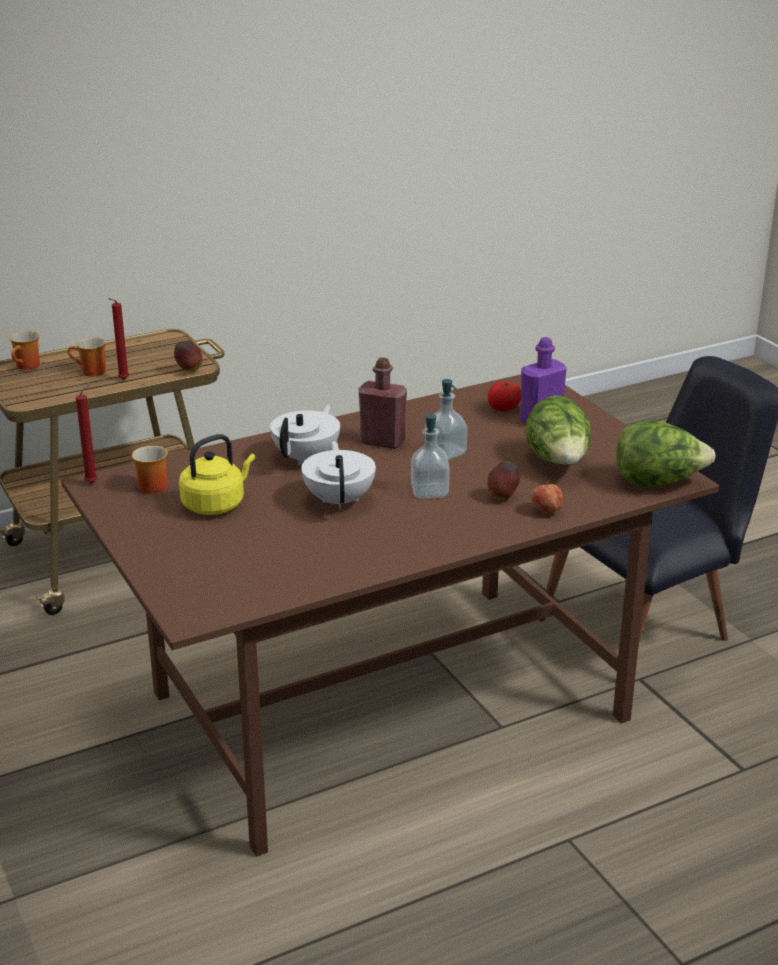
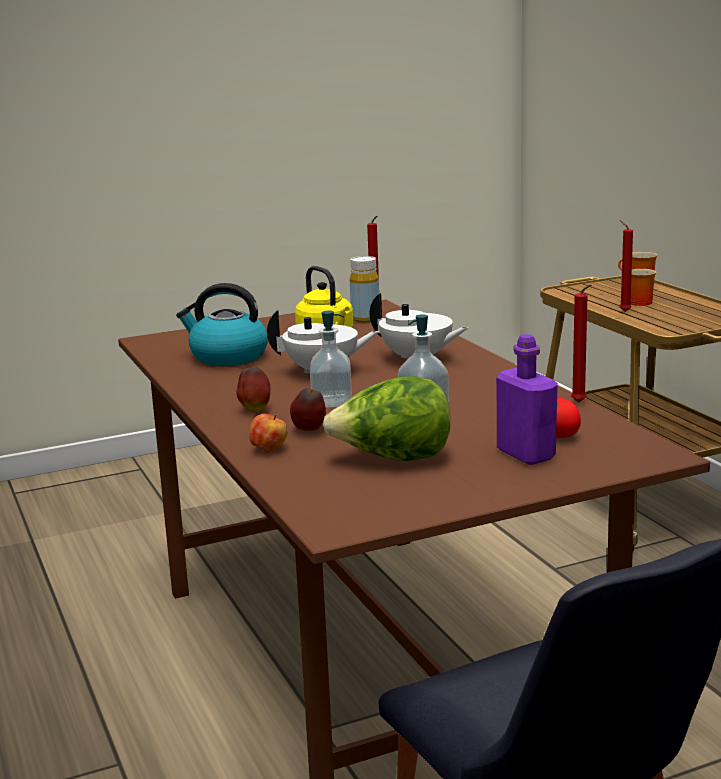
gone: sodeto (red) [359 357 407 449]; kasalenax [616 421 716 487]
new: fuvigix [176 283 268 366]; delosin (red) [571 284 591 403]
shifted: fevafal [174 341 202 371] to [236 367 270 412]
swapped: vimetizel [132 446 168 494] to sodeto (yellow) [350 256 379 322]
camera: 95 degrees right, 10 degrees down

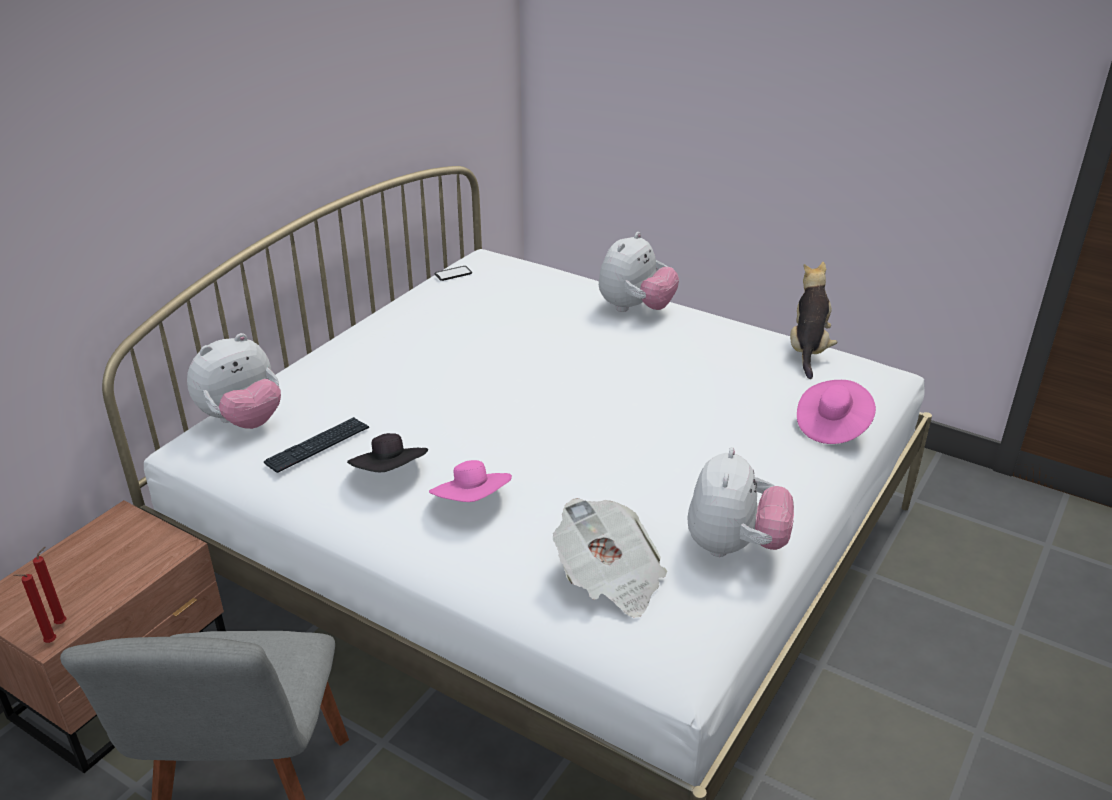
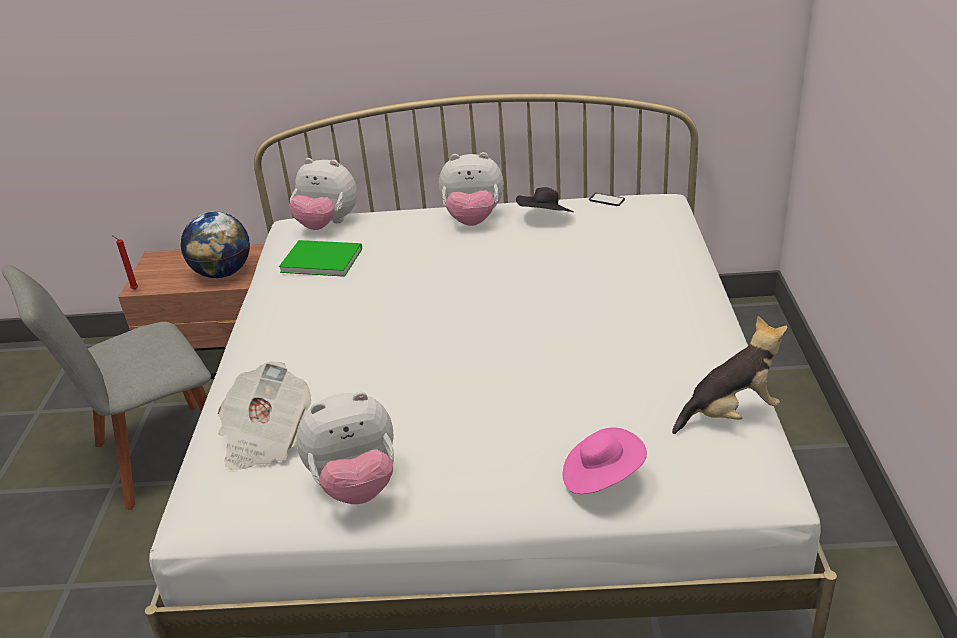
gone: delosin (red) [33 547 67 624]; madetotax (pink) [429 460 512 502]
new: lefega [181 212 250 278]
shifted: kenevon [599 232 679 312] to [439 152 504 226]; madetotax (black) [347 433 428 472] to [516 187 574 212]
swapped: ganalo [263 417 369 473] to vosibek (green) [279 240 362 277]
camera: 60 degrees right, 0 degrees up

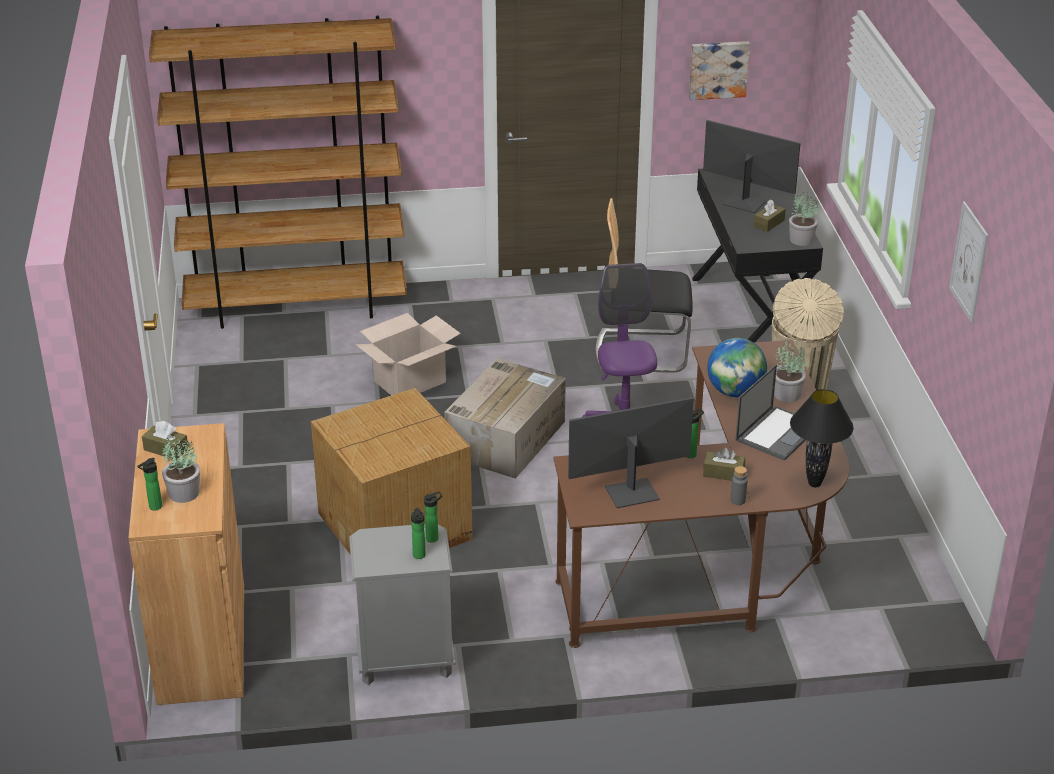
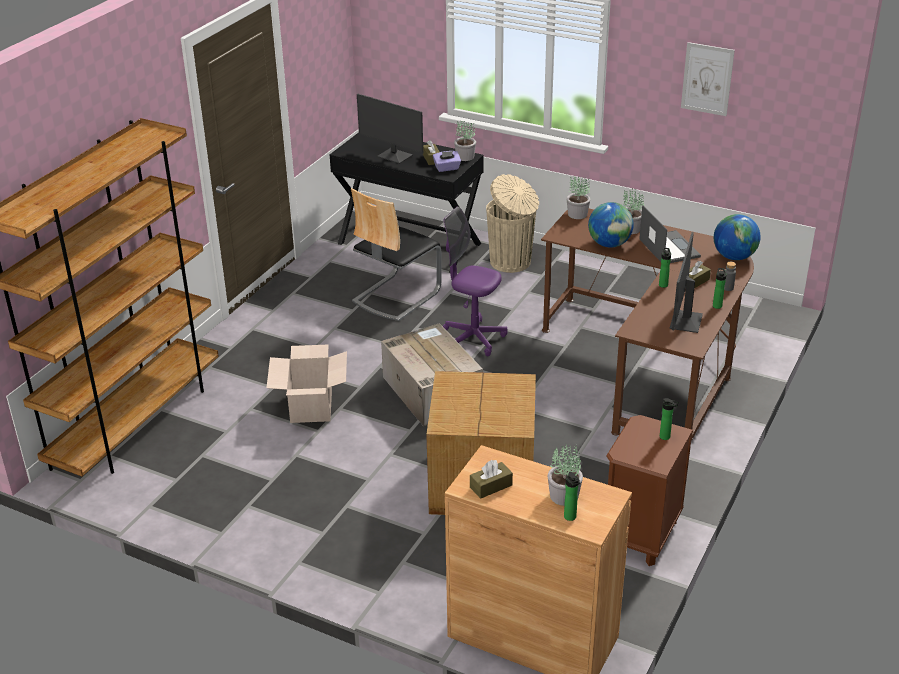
gone: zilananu [689 41 750 100]
new: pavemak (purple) [433 151 461 172]; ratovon [567 176 590 219]
shifted: sodeto [424 491 442 543] to [713 268 726 309]
swapped: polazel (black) [790 389 854 487] to lefega [714 214 760 260]
repainted: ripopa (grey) [349 524 456 685] to ripopa (brown) [606 415 693 566]
rotated: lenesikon [703 120 801 213] = [357 94 423 164] 120 degrees counterclockwise
camera: 55 degrees left, 0 degrees up

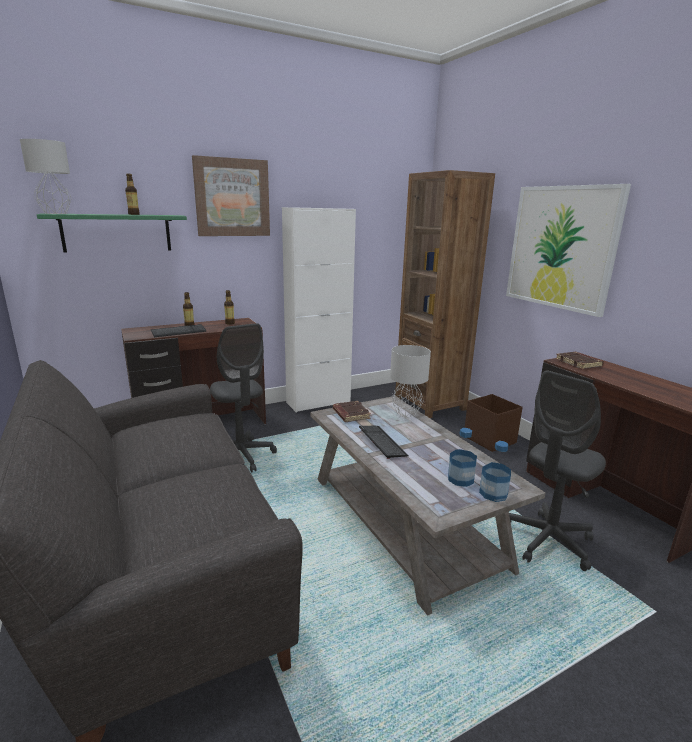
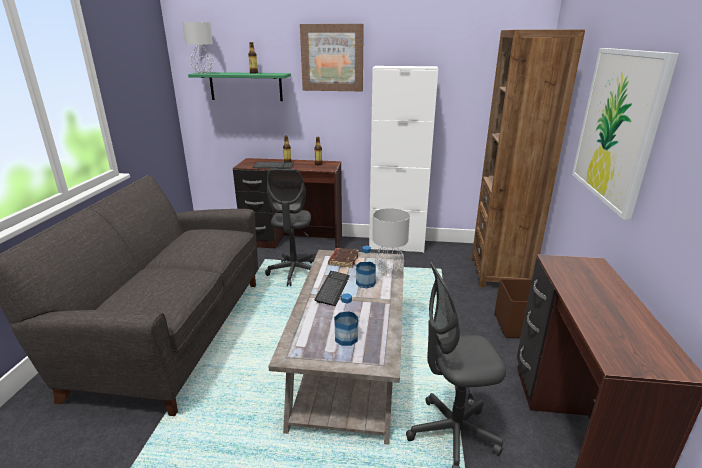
gone: vosibek (brown) [555 352 604 369]
shifted: sodeto [479 441 511 502] to [356 246 376 288]
camera: 35 degrees right, 5 degrees up

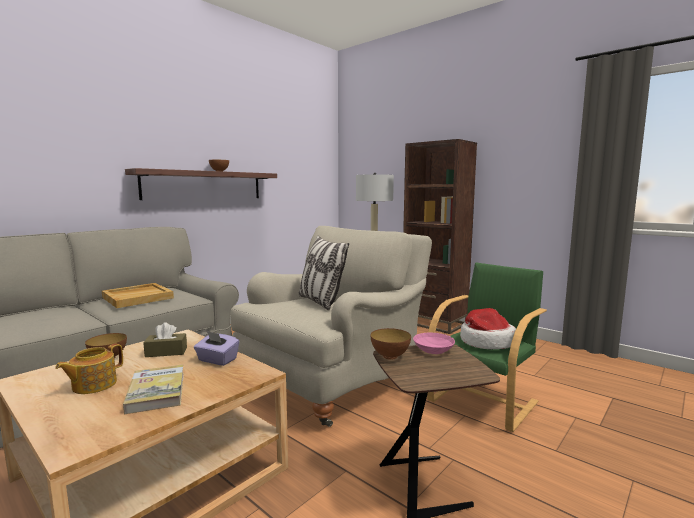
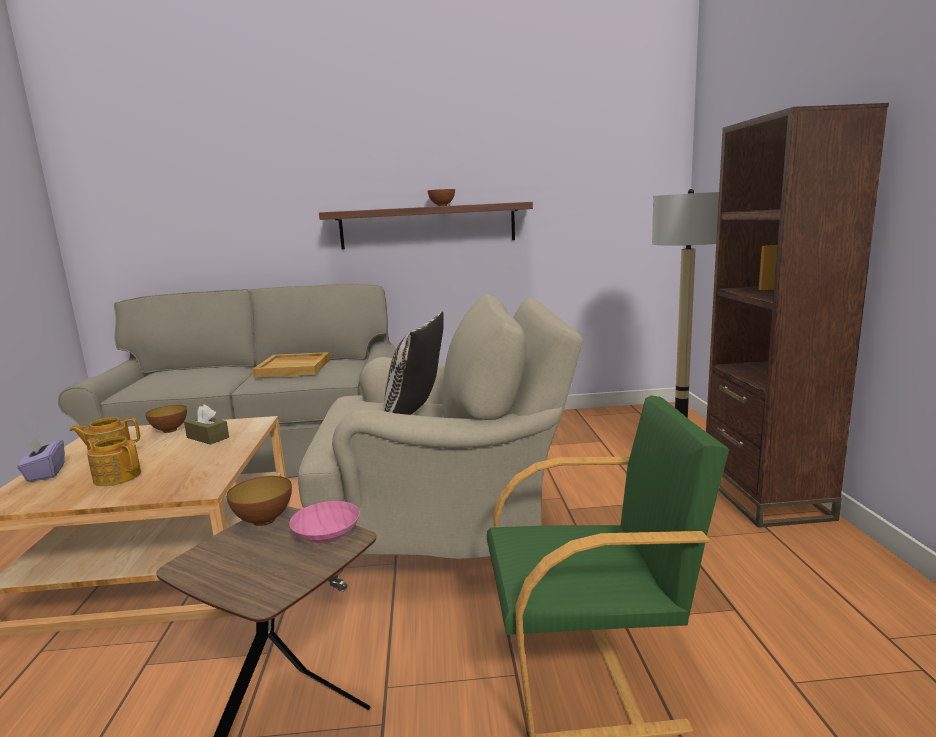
gone: madetotax [460 308 516 349]
shifted: pavemak (purple) [194 331 240 366] to [17 436 65 482]
swapped: vosibek [123 365 184 414] to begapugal [86 436 141 486]
camera: 45 degrees right, 5 degrees up

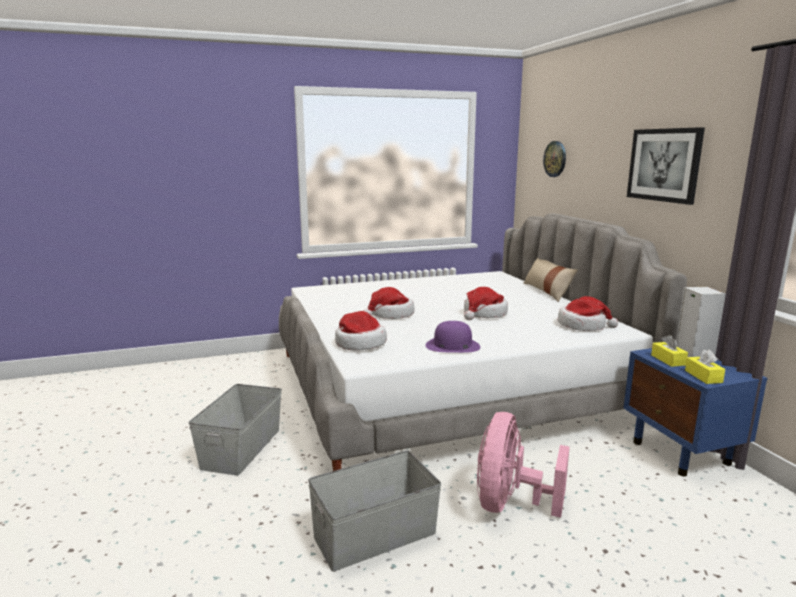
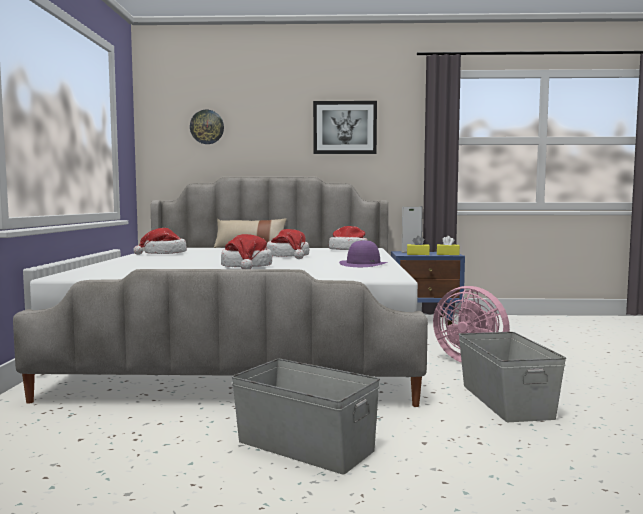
shifted: madetotax [335 311 387 351] to [133 228 187 255]
camera: 70 degrees left, 10 degrees down

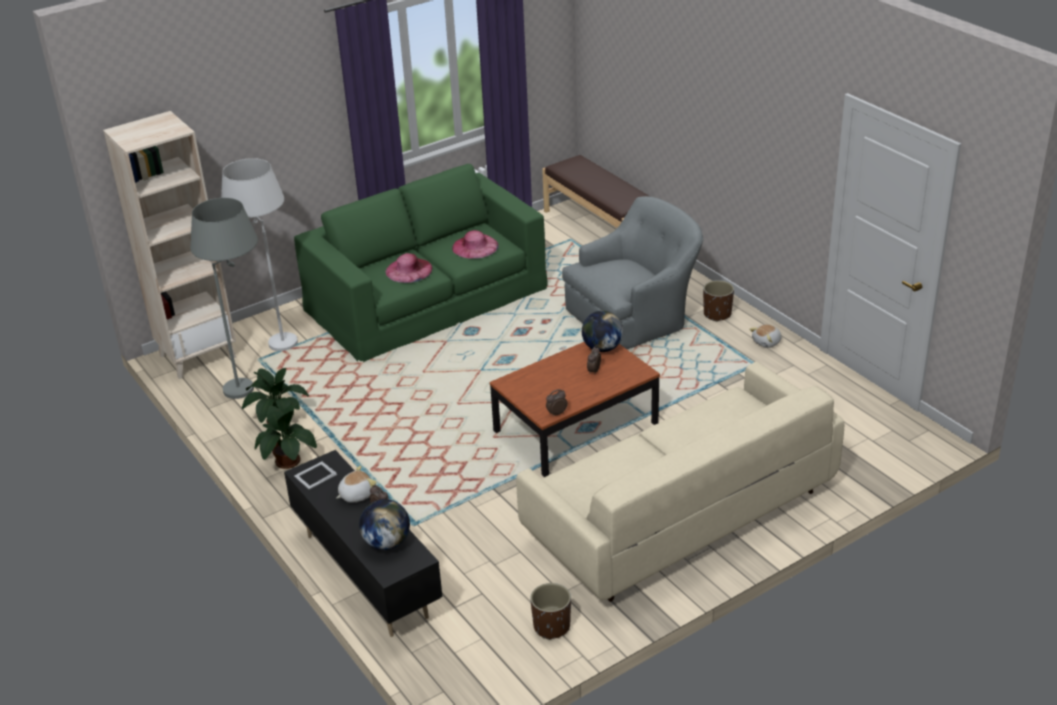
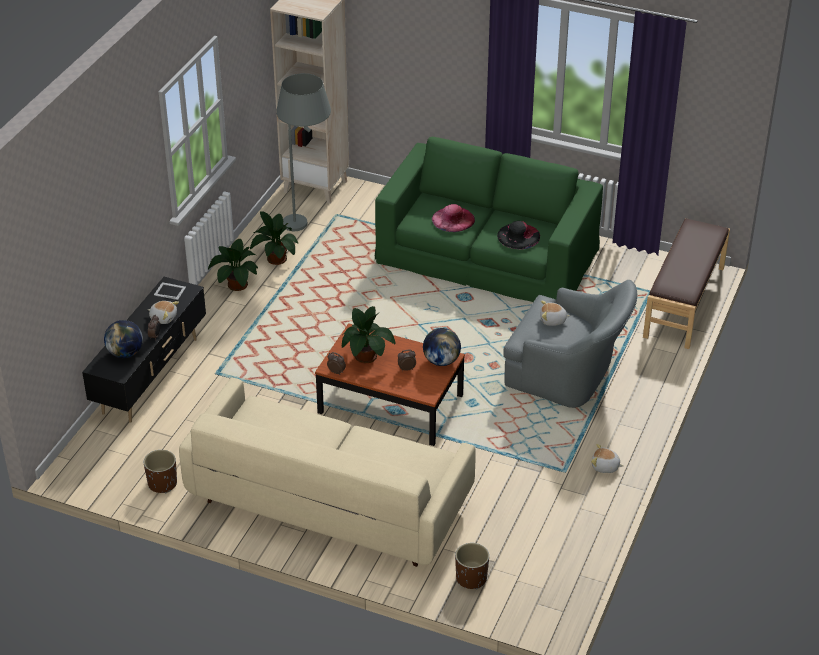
gone: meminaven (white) [221 158 298 351]
new: ratovon [341 306 396 363]; kenevon [540 301 570 326]
shifted: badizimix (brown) [703 280 734 322] to [455 543 489 589]
repainted: madetotax (pink) [452 230 499 259] to madetotax (black) [497 221 540 249]
camera: 55 degrees right, 5 degrees up

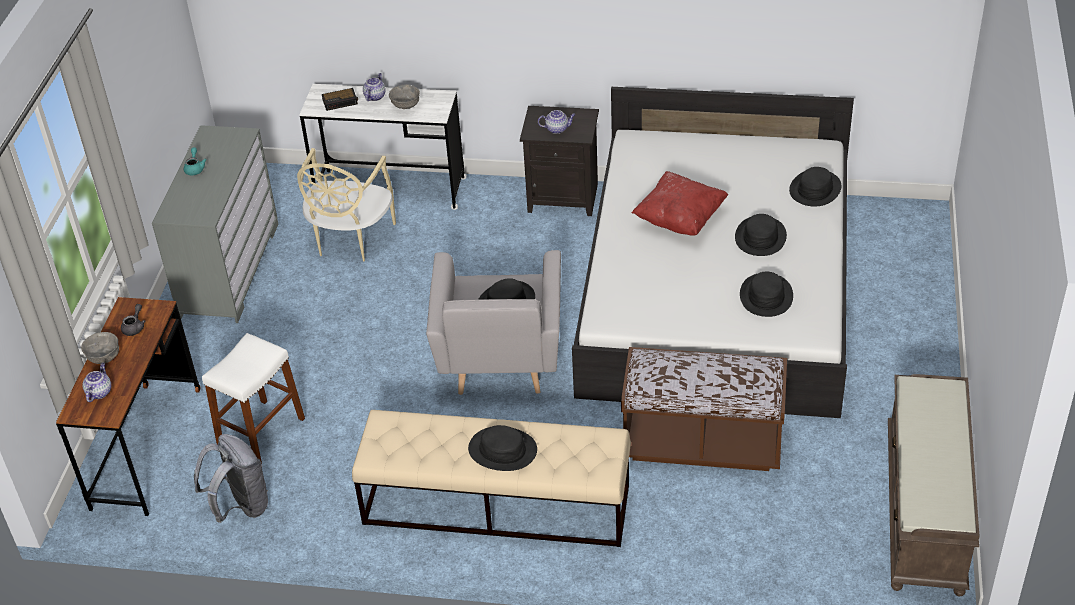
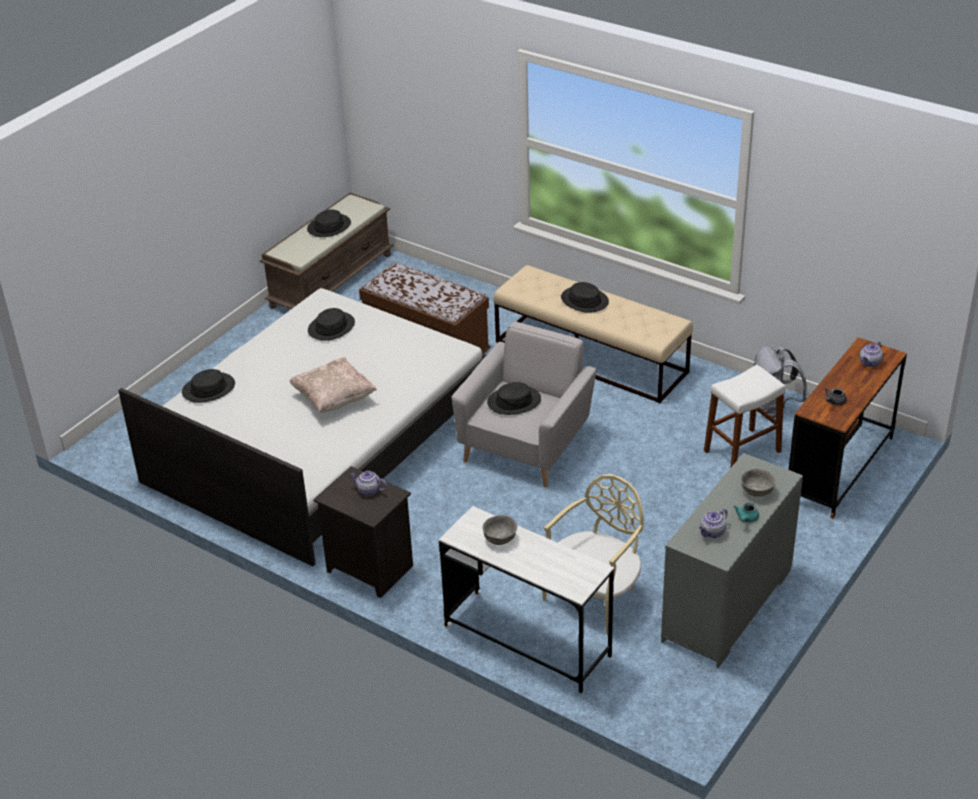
gone: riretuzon [322 88 358 111]
shifted: madetotax (black) [735 214 787 256] to [307 209 351 237]; begapugal [363 73 386 101] to [699 508 728 538]; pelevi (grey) [81 332 119 364] to [741 469 776 497]
repainted: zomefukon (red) [632 171 728 236] to zomefukon (beige) [289 357 377 413]
camera: 155 degrees left, 5 degrees down

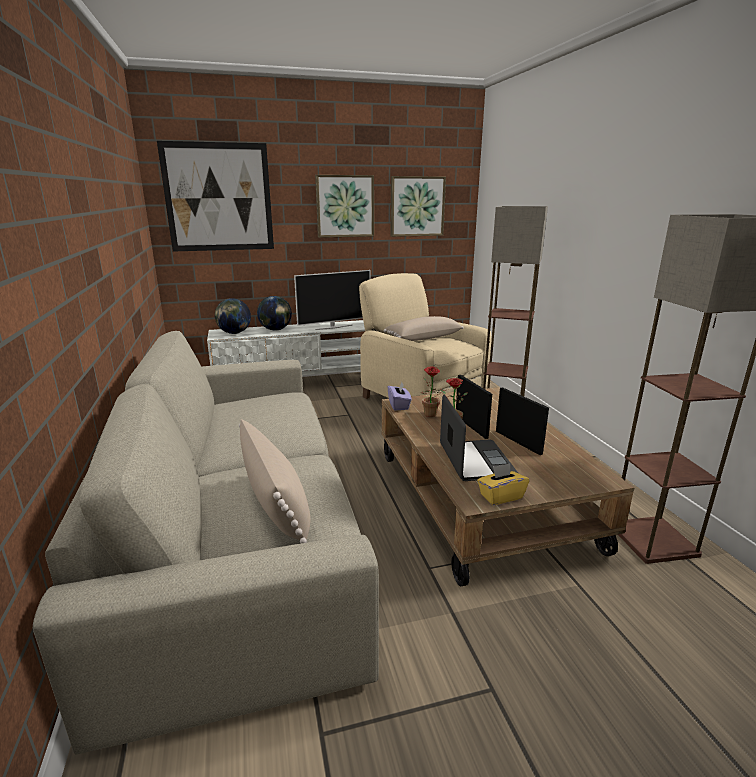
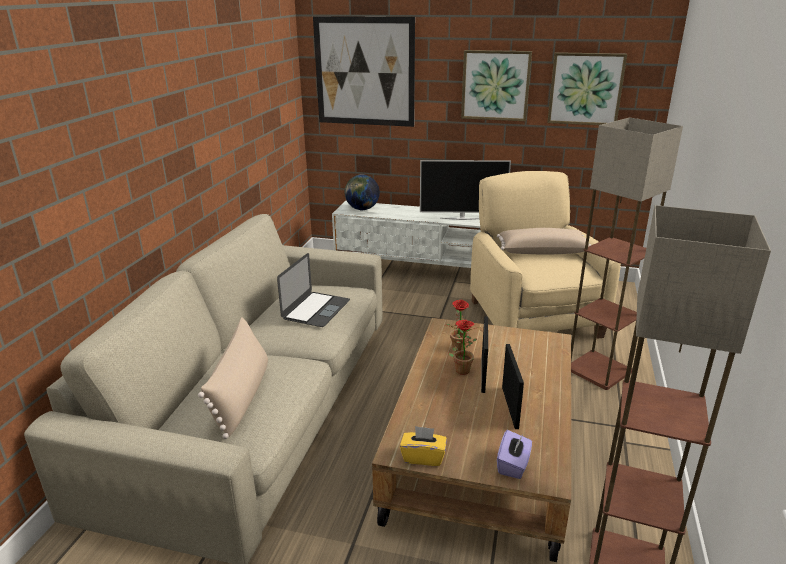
gone: lefega [257 296 292 331]
shifted: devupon [440 395 519 481] to [277 253 350 327]; pavemak (purple) [387 382 412 410] to [497 430 532 479]
camera: 30 degrees right, 5 degrees up

